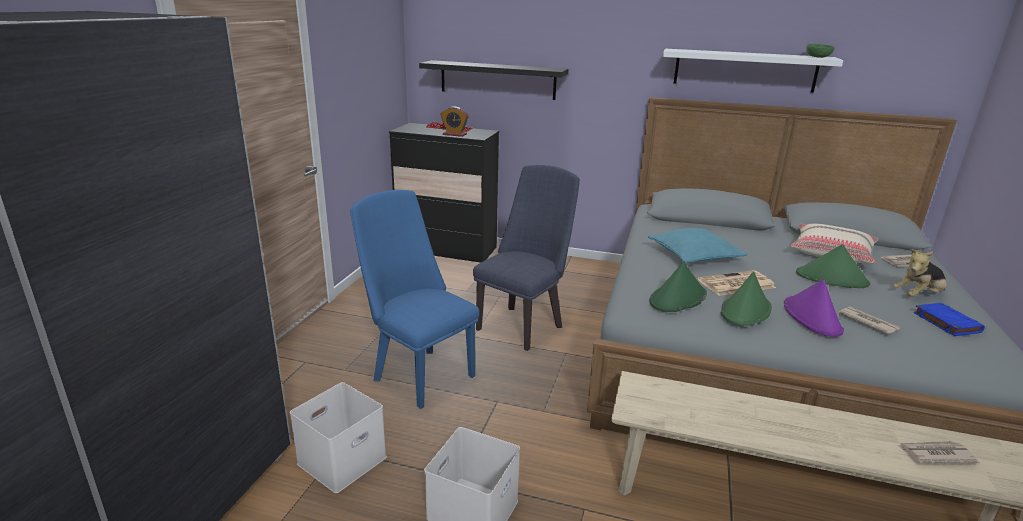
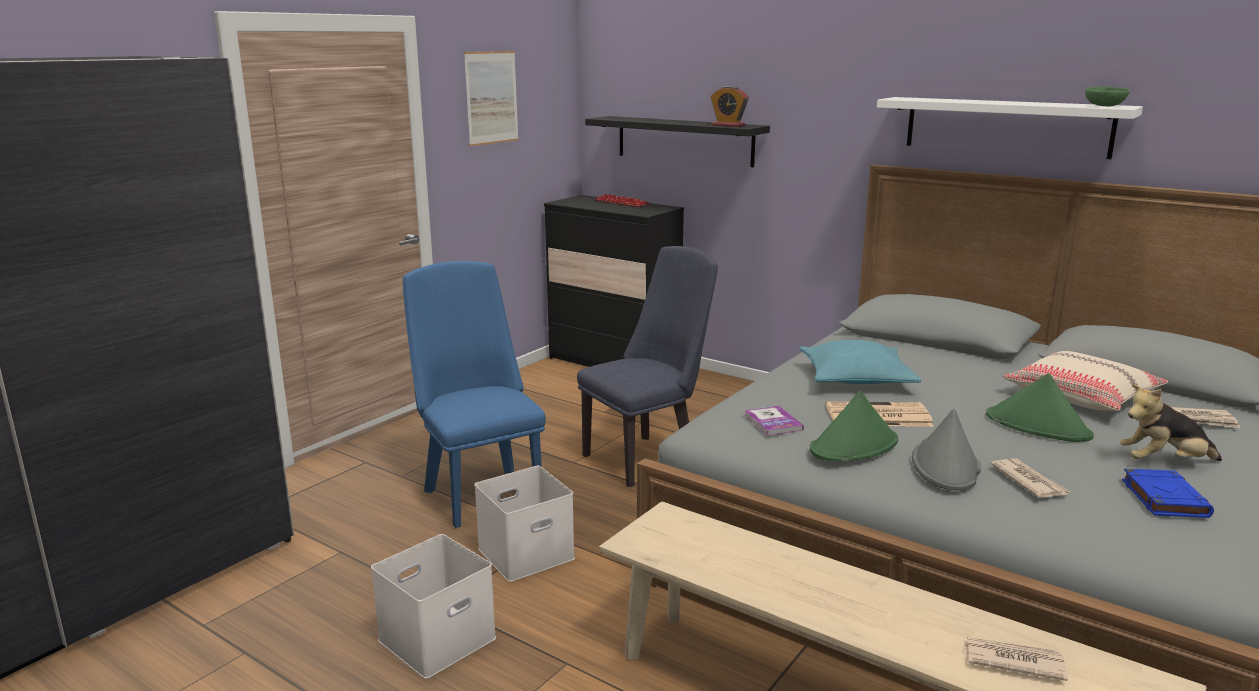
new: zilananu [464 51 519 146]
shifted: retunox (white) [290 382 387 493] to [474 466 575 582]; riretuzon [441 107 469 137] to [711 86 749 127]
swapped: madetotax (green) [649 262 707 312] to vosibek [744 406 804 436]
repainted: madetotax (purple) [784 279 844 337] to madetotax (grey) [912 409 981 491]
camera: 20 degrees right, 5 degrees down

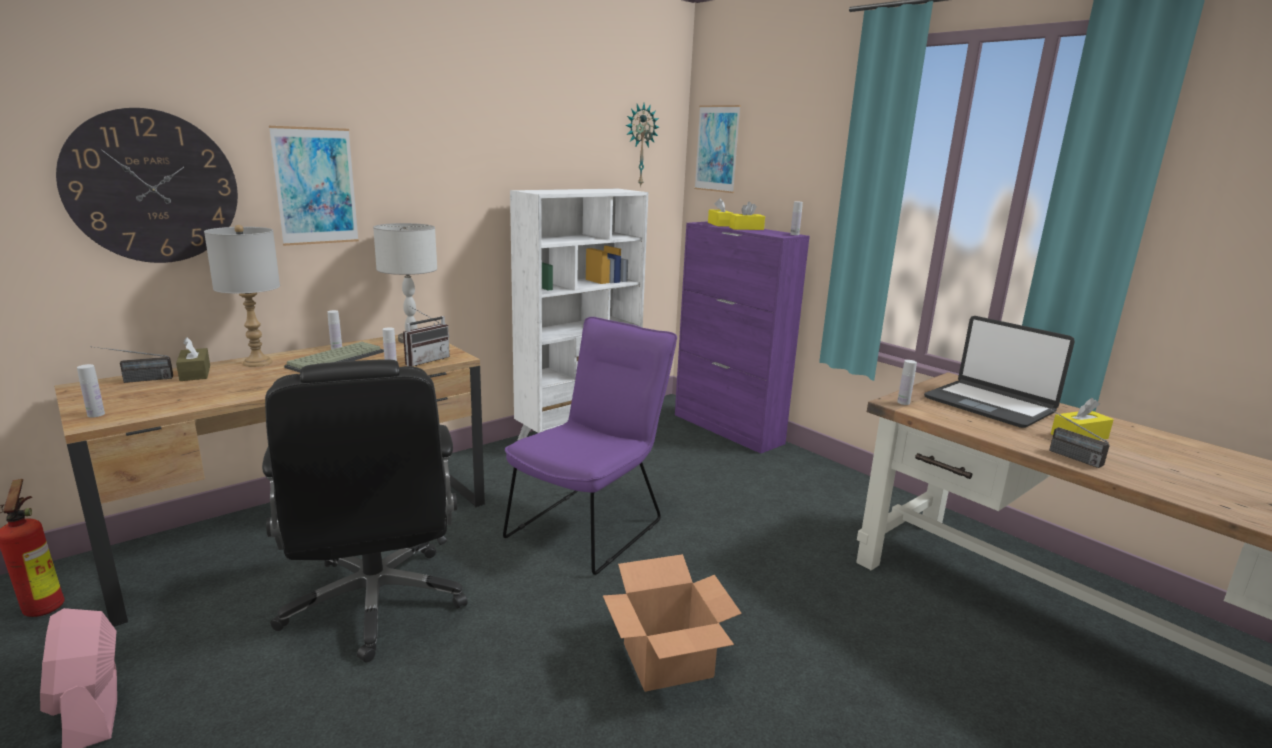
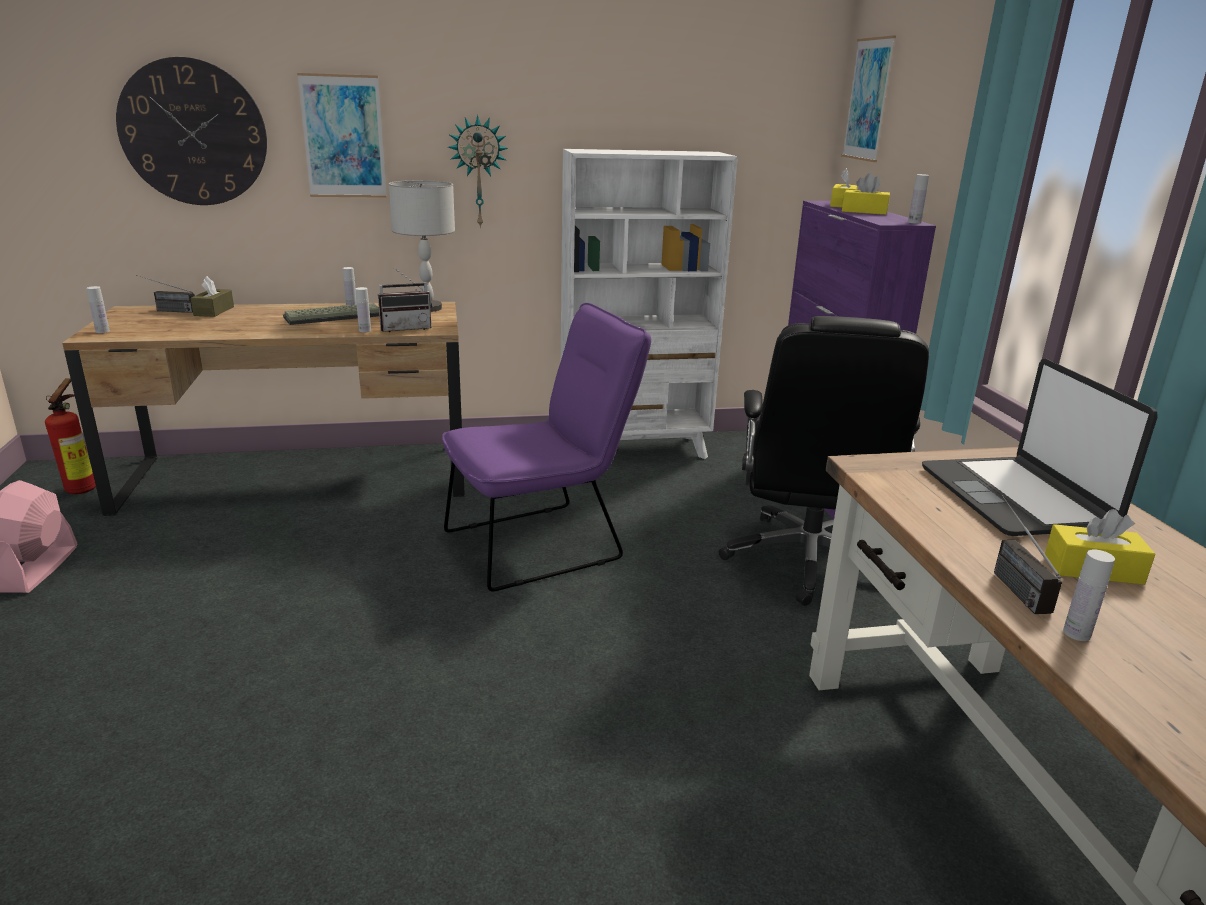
gone: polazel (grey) [204 225 280 367]; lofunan [603 554 742 692]
shifted: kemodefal [626 103 659 187] to [448 115 509 229]; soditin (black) [262 360 468 663] to [718 316 929 606]; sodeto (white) [897 360 917 405] to [1063 549 1115 641]
camera: 30 degrees right, 5 degrees up

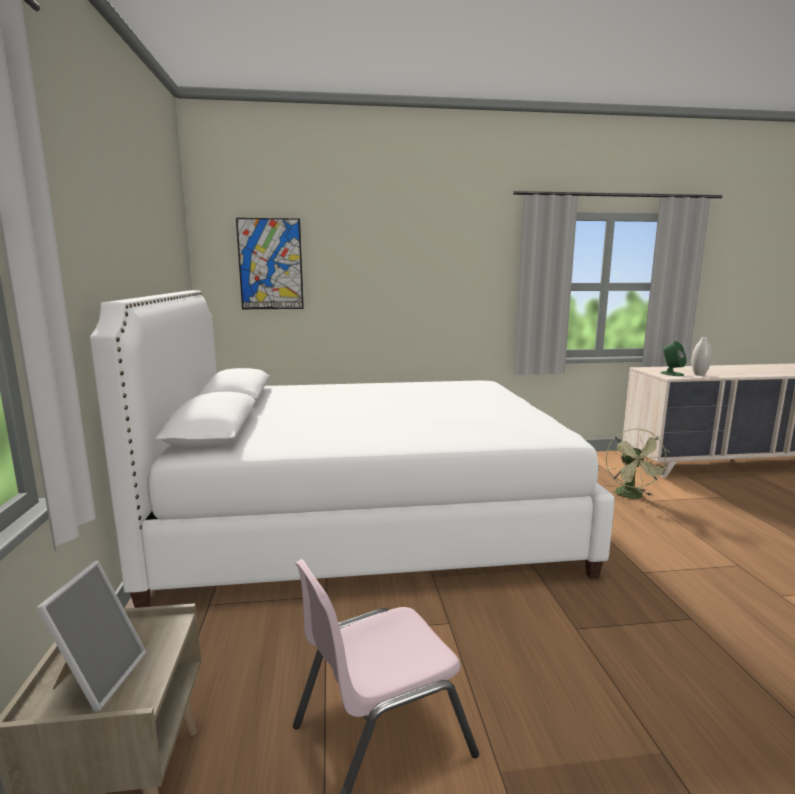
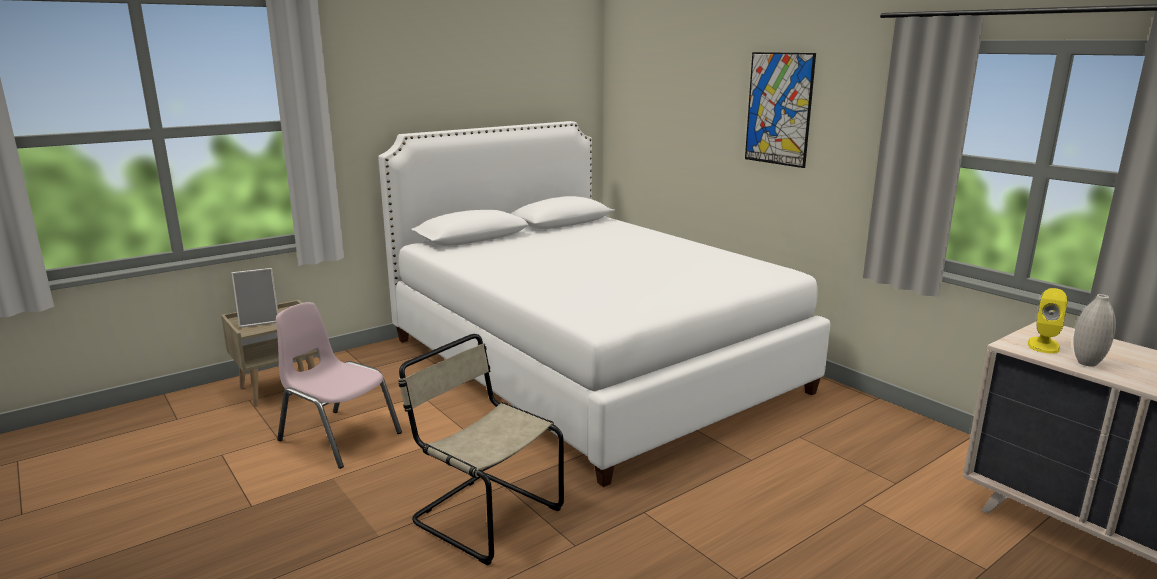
gone: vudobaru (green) [606 429 670 498]
new: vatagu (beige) [398 334 564 565]
shifted: zilananu [236 218 304 309] to [745 52 816 168]
repainted: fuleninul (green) [661 341 687 376] to fuleninul (yellow) [1028 288 1068 354]
camera: 60 degrees right, 5 degrees up

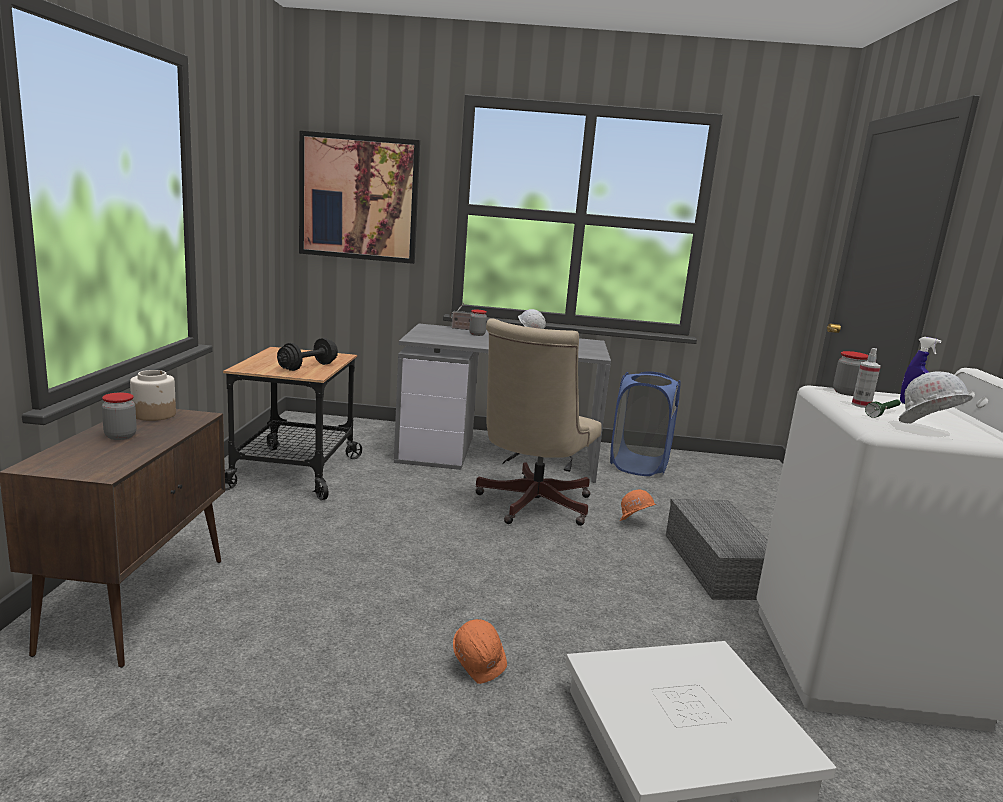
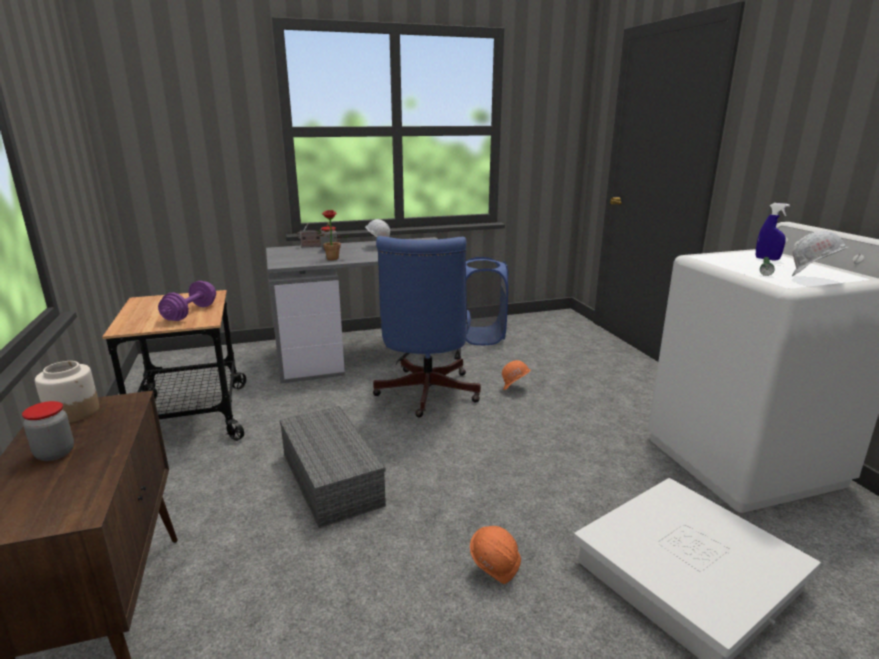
gone: zilananu [299 131 420 264]; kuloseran [833 351 868 396]; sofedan [852 348 881 408]
new: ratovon [315 210 349 260]
shifted: retunox (grey) [666 499 768 600] to [280 406 386 528]
repainted: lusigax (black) [277 338 338 371] to lusigax (purple) [158 281 216 321]; soditin (beige) [475 318 602 526] to soditin (blue) [373 236 481 417]
camera: 20 degrees left, 5 degrees up

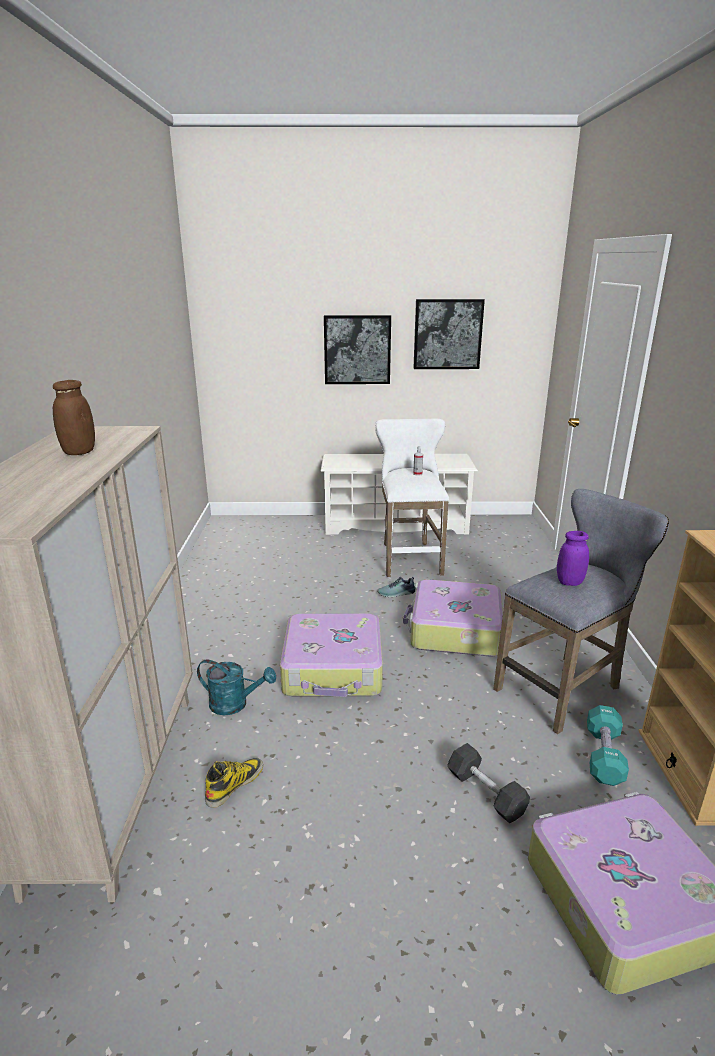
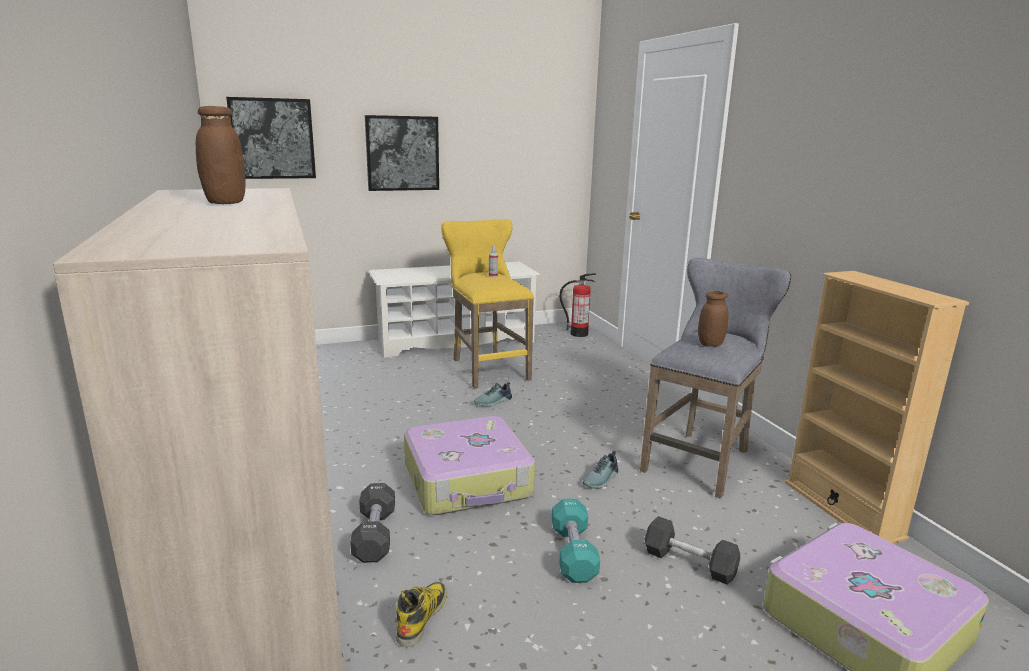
gone: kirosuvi [403 579 503 657]
new: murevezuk [559 273 596 337]; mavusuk [582 450 618 488]
shifted: zilananu [413 299 485 369] to [226 97 316 179]; lusigax (turquoise) [587 705 629 786] to [552 499 600 583]
swapped: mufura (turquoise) [197 659 276 715] to lusigax (black) [350 483 395 563]
repainted: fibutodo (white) [375 419 449 577] to fibutodo (yellow) [442 219 534 388]; kuloseran (purple) [557 531 589 586] to kuloseran (brown) [698 291 729 347]
camera: 20 degrees left, 5 degrees down

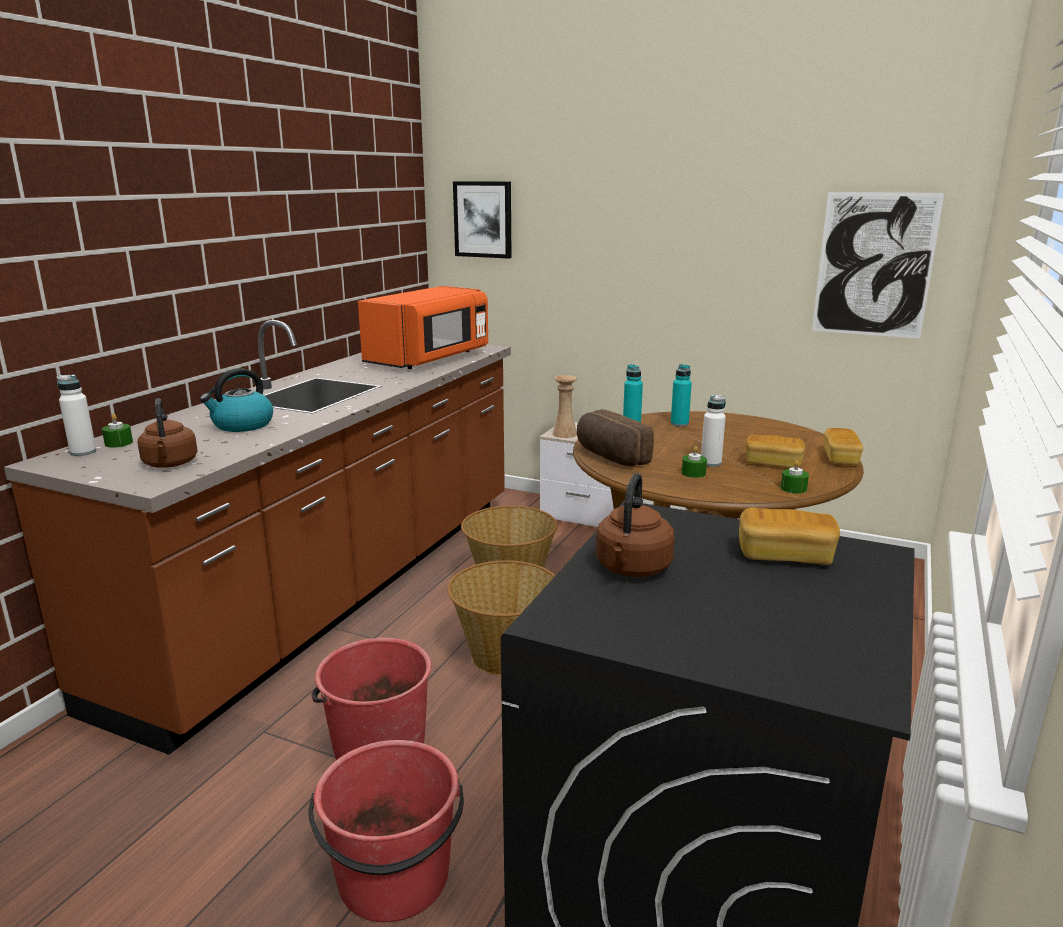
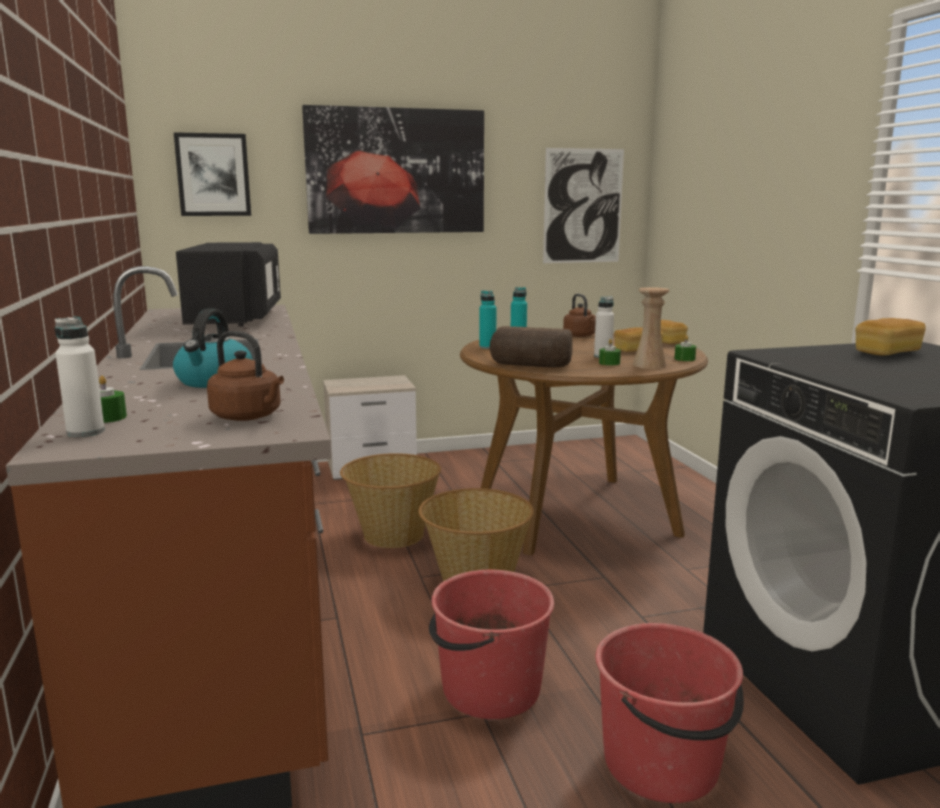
new: zilananu [302 105 484 234]
shifted: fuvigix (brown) [596 473 674 577] to [563 294 596 337]; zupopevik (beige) [552 375 577 438] to [633 287 670 369]
repainted: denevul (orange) [358 286 488 369] to denevul (black) [176 242 281 327]
camera: 40 degrees left, 5 degrees down

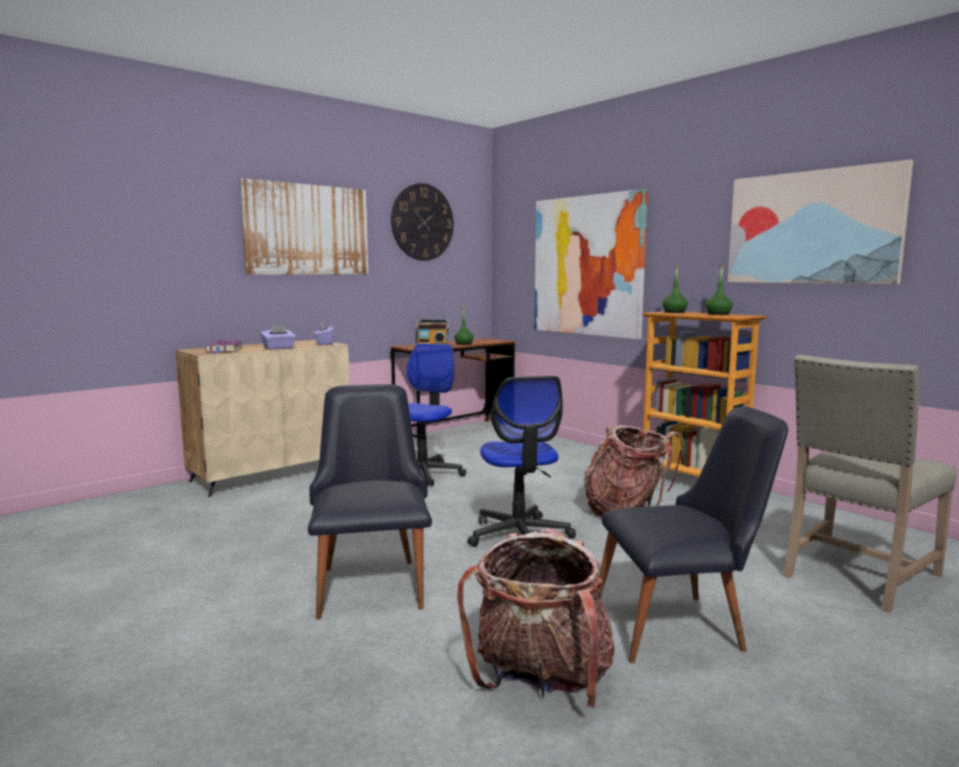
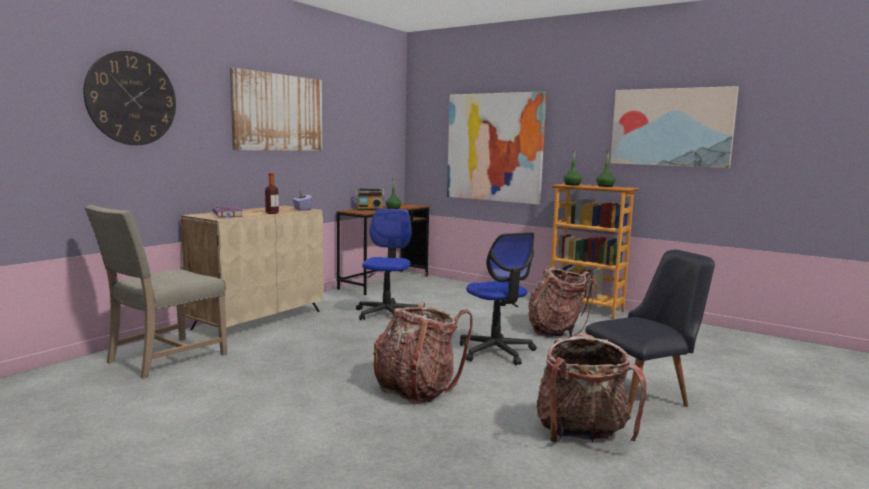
shifted: kemodefal [391 183 454 261] to [83 51 176 145]; vatagu (beige) [783 354 957 613] to [85 205 227 379]
swapped: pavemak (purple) [260 325 296 350] to sodeto [265 173 279 214]; vatagu (black) [308 384 432 620] to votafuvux [373 302 473 404]
camera: 15 degrees left, 0 degrees up

